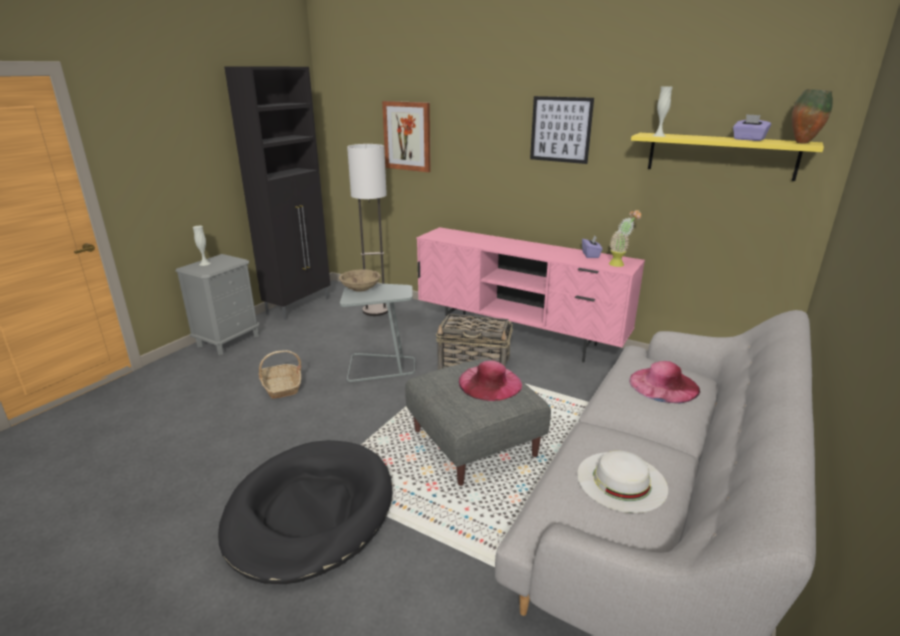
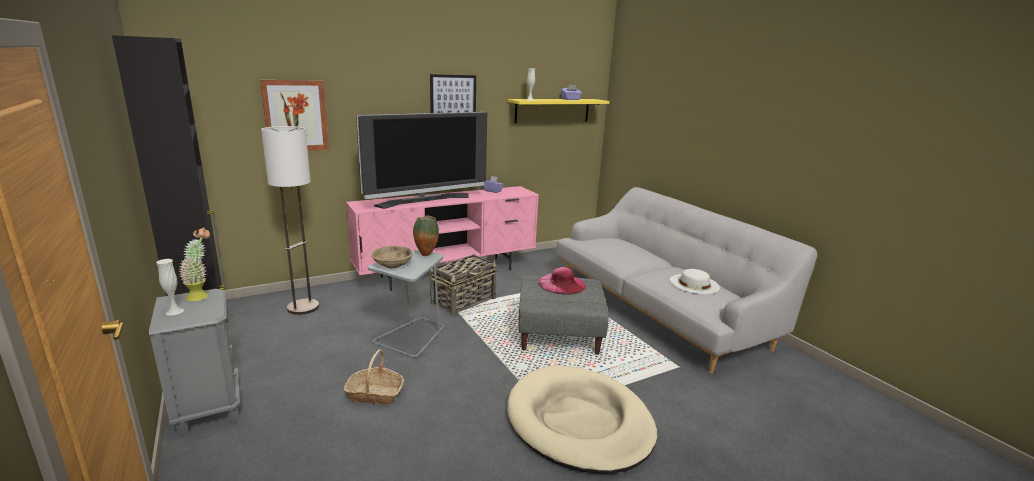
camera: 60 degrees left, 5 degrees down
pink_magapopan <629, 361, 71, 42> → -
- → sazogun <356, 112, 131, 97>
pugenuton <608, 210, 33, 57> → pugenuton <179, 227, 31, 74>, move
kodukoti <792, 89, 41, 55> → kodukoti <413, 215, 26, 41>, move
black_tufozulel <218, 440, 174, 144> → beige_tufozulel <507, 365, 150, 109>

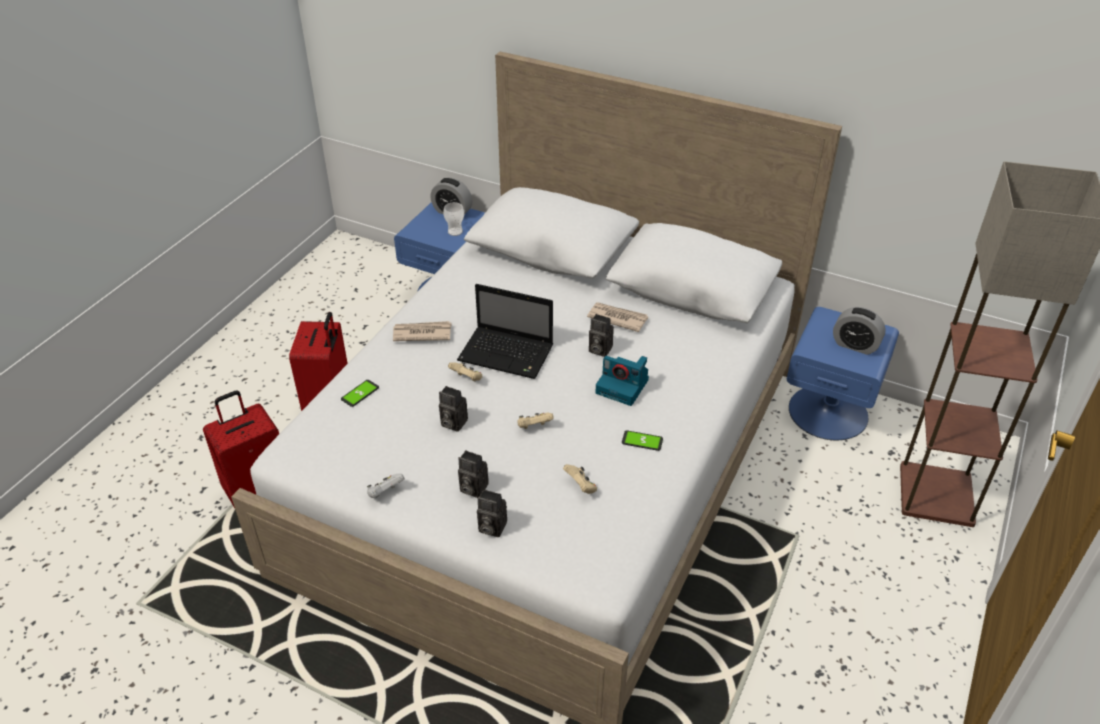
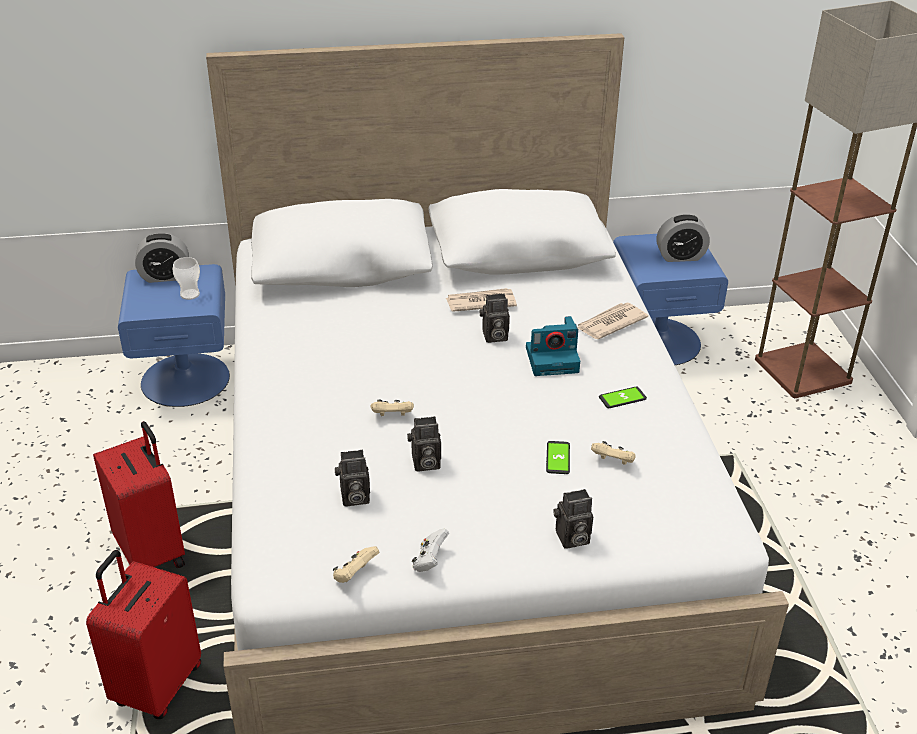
camera: 35 degrees left, 5 degrees down
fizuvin <457, 284, 96, 95> → -
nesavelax <341, 380, 38, 27> → nesavelax <546, 441, 24, 33>, move
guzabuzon <393, 321, 58, 20> → guzabuzon <577, 303, 71, 36>, move
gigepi <458, 450, 31, 48> → gigepi <335, 450, 35, 56>, move
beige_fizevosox <517, 412, 37, 17> → beige_fizevosox <333, 546, 46, 37>, move

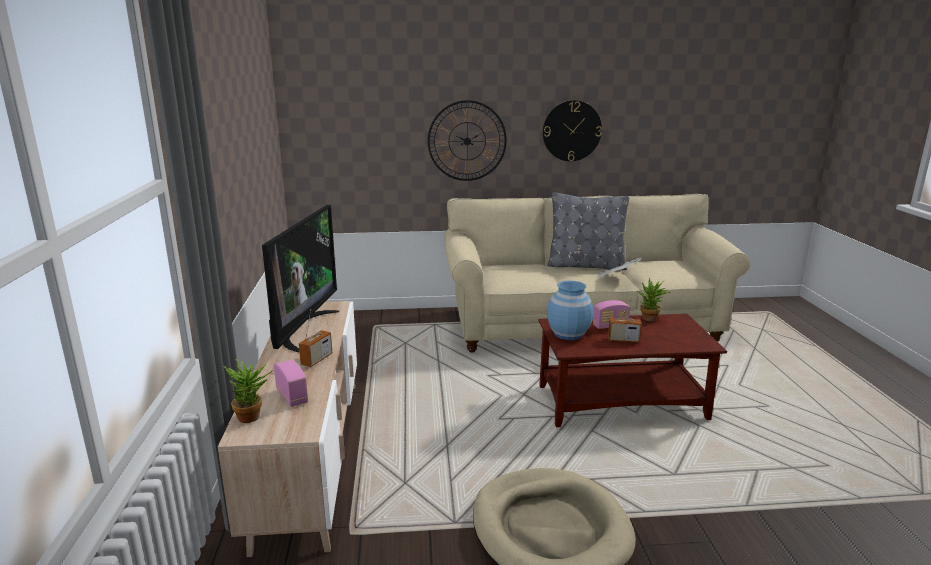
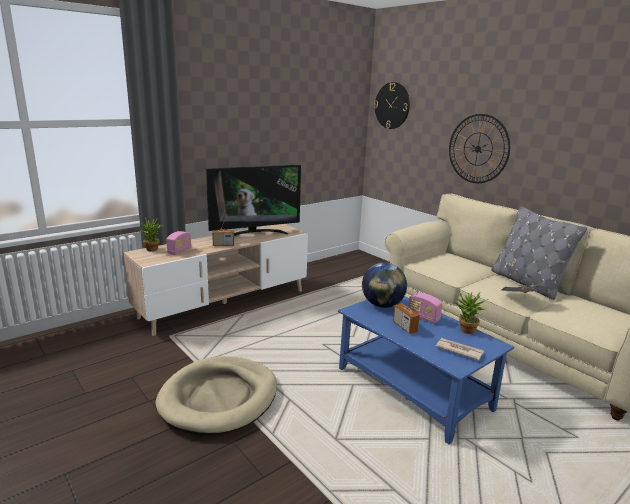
camera: 55 degrees right, 0 degrees up
- → guzabuzon <436, 338, 48, 23>
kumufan <543, 100, 59, 61> → kumufan <374, 82, 36, 47>, move
blue_kodukoti <547, 281, 47, 59> → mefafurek <362, 262, 45, 46>
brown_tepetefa <538, 314, 189, 113> → blue_tepetefa <338, 296, 176, 148>

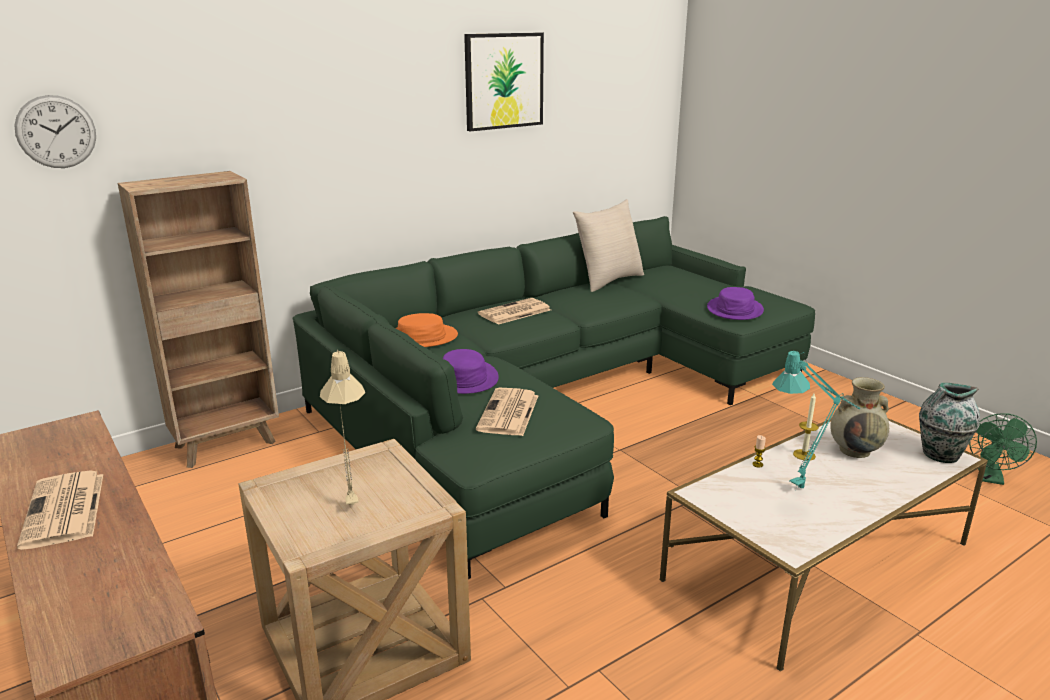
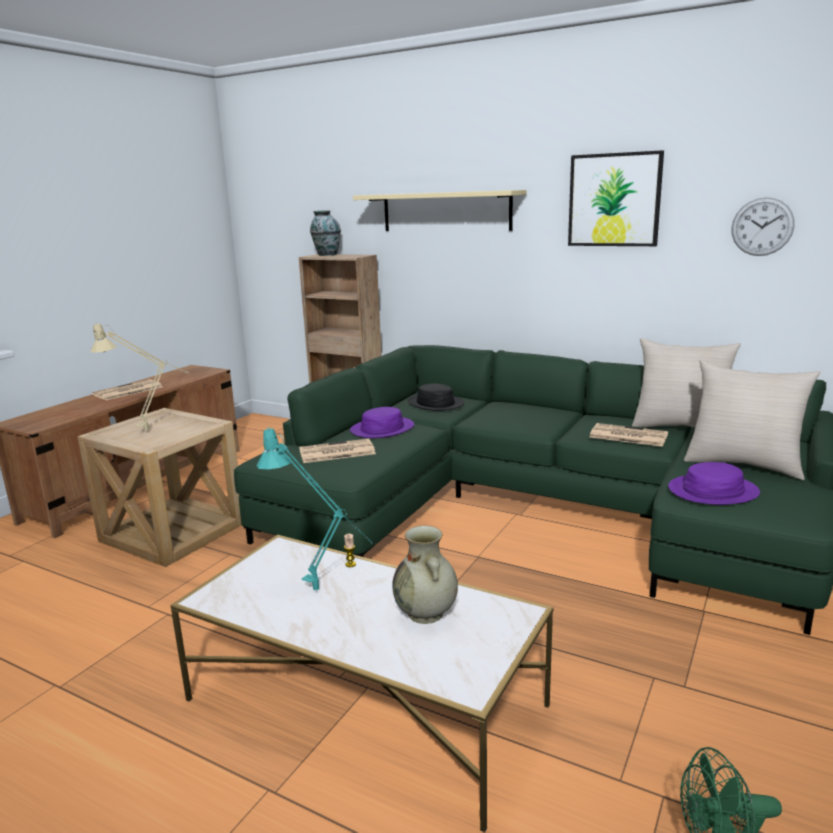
camera: 65 degrees right, 5 degrees down
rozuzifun <793, 393, 26, 68> → -
- → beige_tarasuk <353, 190, 174, 41>
- → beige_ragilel <684, 360, 136, 120>
kumufan <14, 95, 82, 73> → kumufan <731, 197, 64, 59>, move
guzabuzon <478, 298, 73, 27> → guzabuzon <590, 423, 78, 24>, move
kodukoti <919, 382, 61, 81> → kodukoti <310, 210, 31, 46>, move
orange_magapopan <395, 313, 63, 34> → black_magapopan <407, 384, 57, 27>

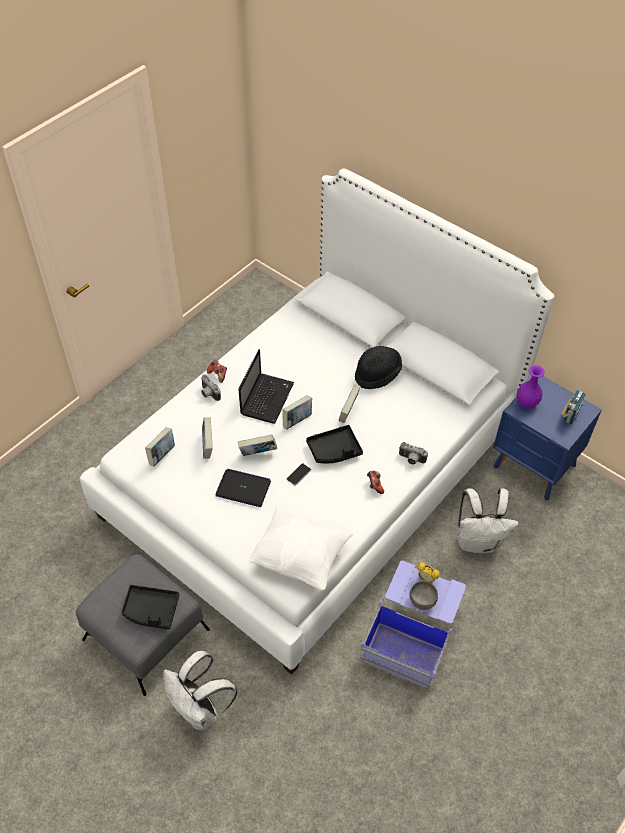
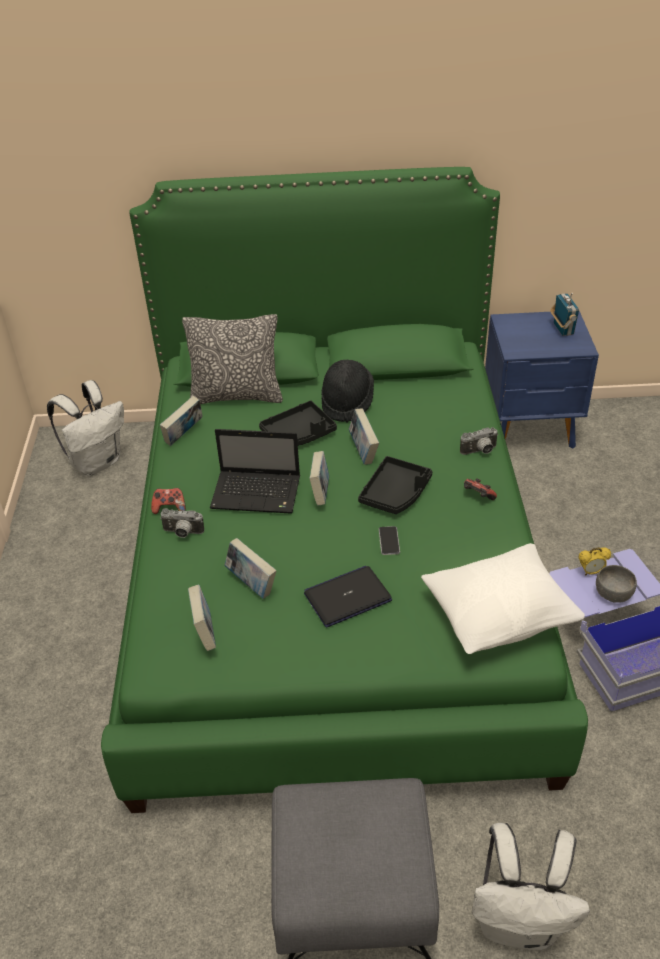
camera: 40 degrees left, 10 degrees down
purple_kodukoti <517, 365, 28, 44> → -
- → ragilel <182, 314, 101, 90>
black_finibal <121, 585, 58, 44> → black_finibal <259, 401, 78, 45>, move
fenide <238, 434, 39, 22> → fenide <160, 396, 42, 50>, move
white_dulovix <457, 488, 62, 65> → white_dulovix <47, 380, 77, 96>, move
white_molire <80, 168, 474, 507> → green_molire <101, 167, 487, 646>
fizuvin <238, 349, 56, 75> → fizuvin <210, 429, 90, 85>, 120 degrees clockwise

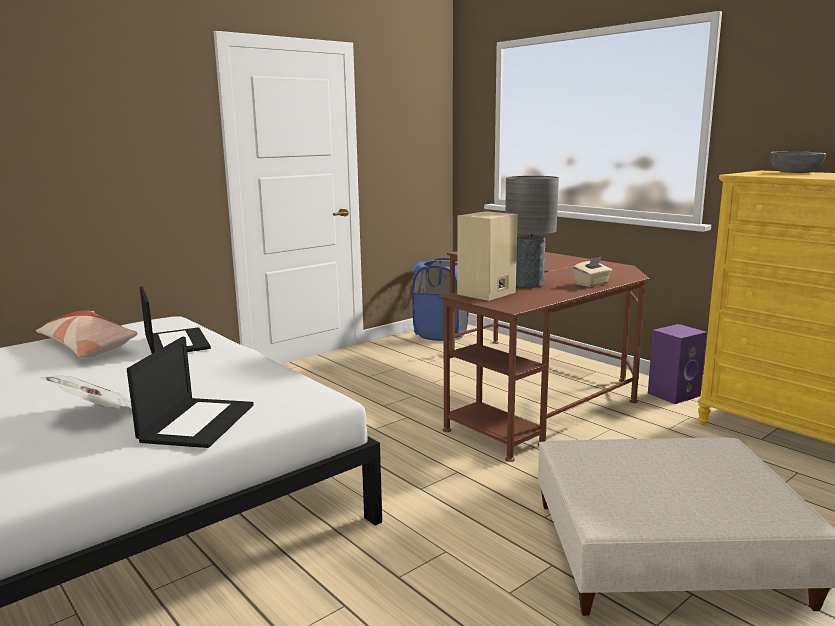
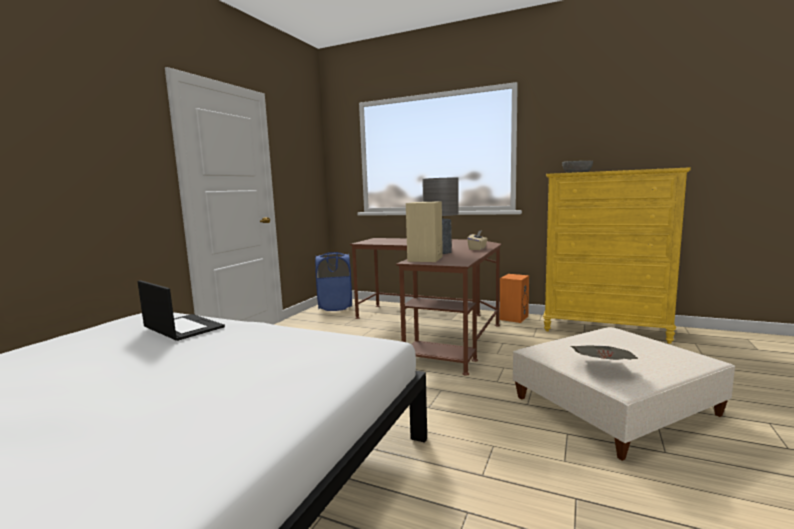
camera: 25 degrees left, 5 degrees down
ragilel <36, 310, 102, 47> → -
fizuvin <127, 337, 127, 111> → -
guzabuzon <41, 376, 91, 33> → guzabuzon <571, 345, 67, 15>, move
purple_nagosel <648, 324, 59, 80> → orange_nagosel <500, 274, 29, 49>

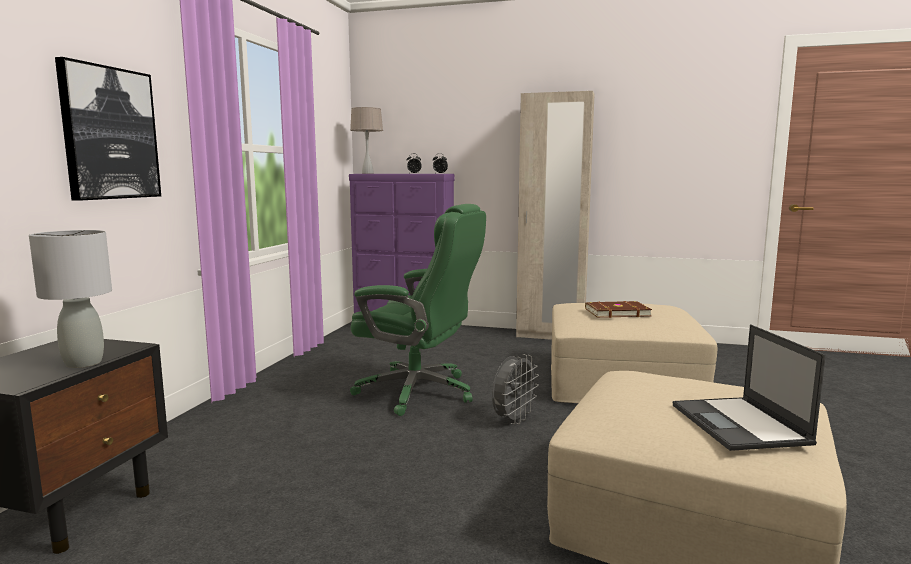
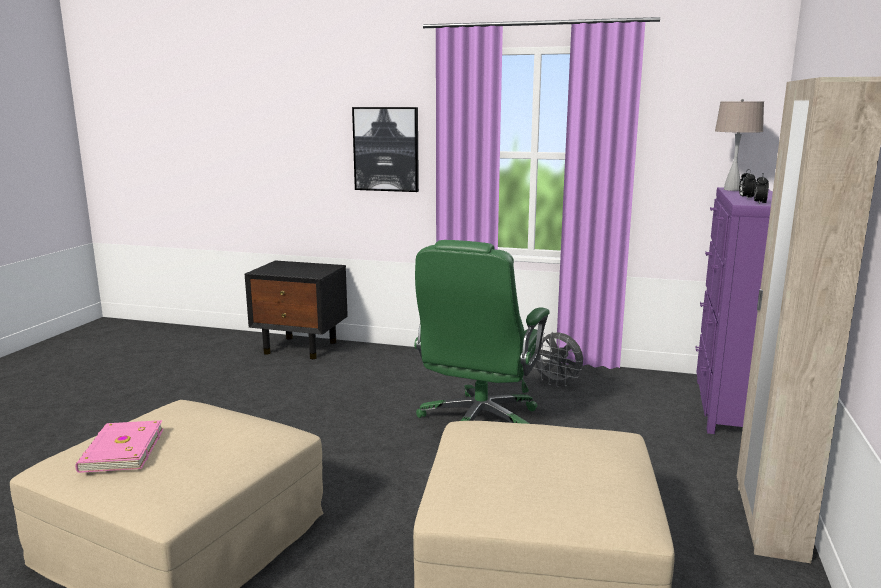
camera: 90 degrees right, 5 degrees up
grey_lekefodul <29, 230, 83, 138> → -
brown_fenide <585, 301, 67, 17> → -
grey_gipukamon <492, 354, 47, 70> → grey_gipukamon <535, 332, 48, 55>, move
fizuvin <673, 324, 153, 127> → pink_fenide <75, 420, 89, 53>

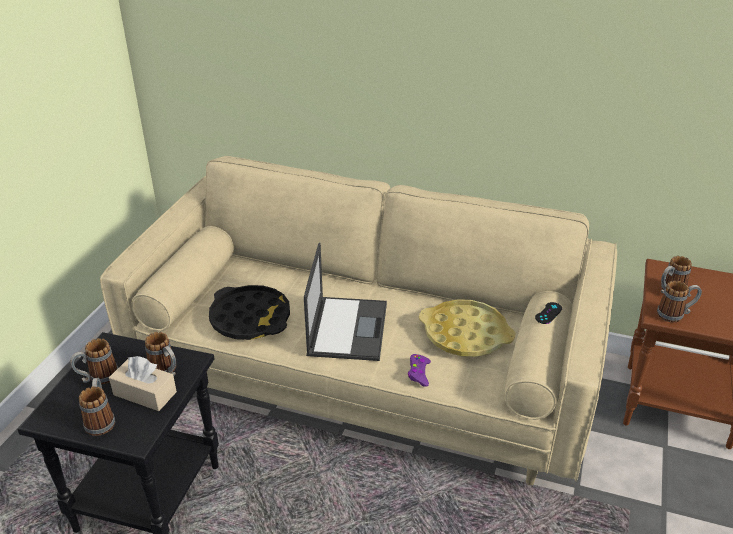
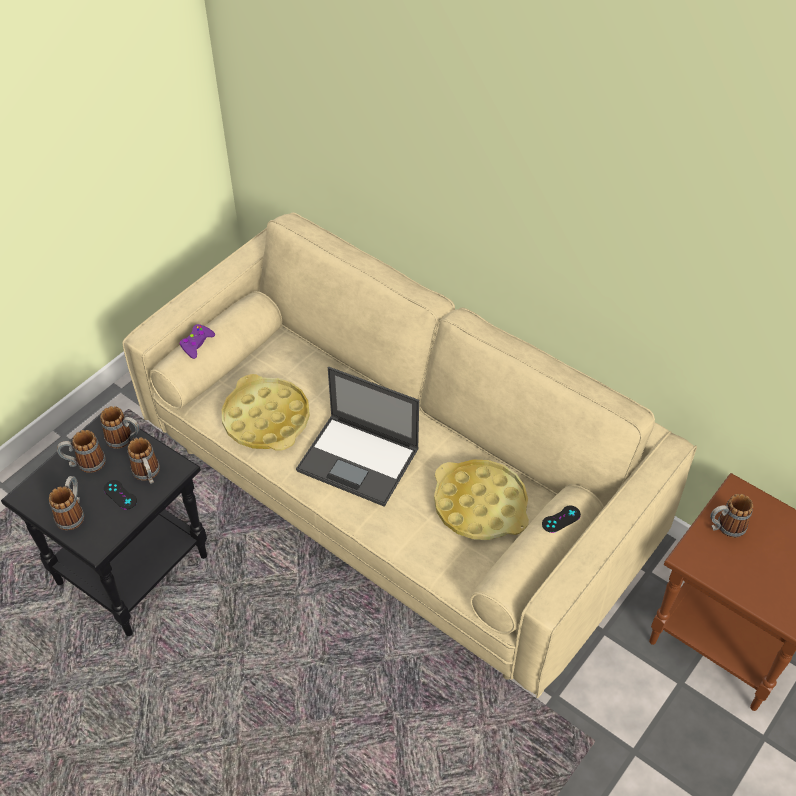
camera: 20 degrees right, 15 degrees up
purple_fizevosox <408, 354, 23, 33> → purple_fizevosox <180, 324, 35, 35>, move
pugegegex <657, 281, 45, 41> → pugegegex <100, 406, 40, 43>, move
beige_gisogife <109, 356, 68, 55> → black_fizevosox <104, 480, 33, 30>
black_finibal <209, 285, 81, 55> → yellow_finibal <222, 374, 88, 77>
fizuvin <304, 243, 83, 118> → fizuvin <296, 367, 123, 140>, 90 degrees clockwise

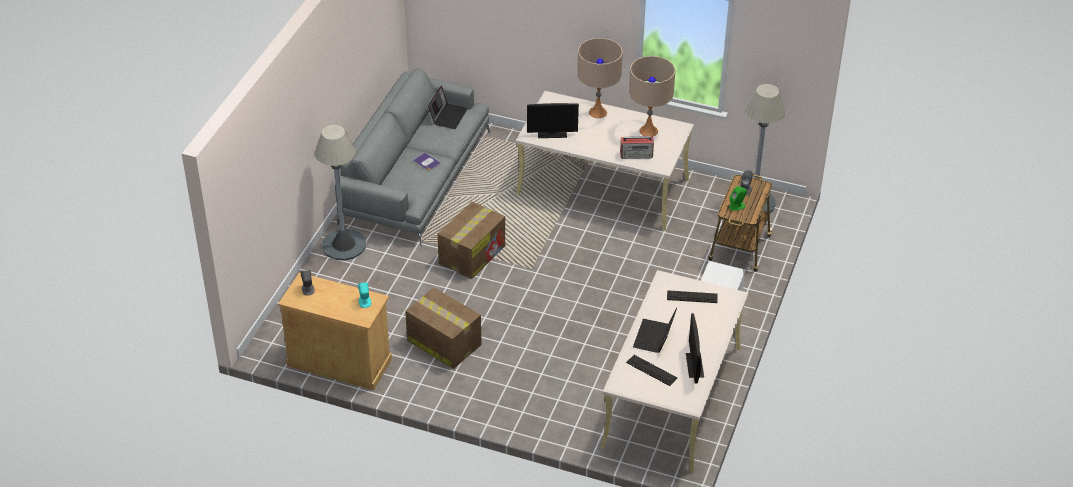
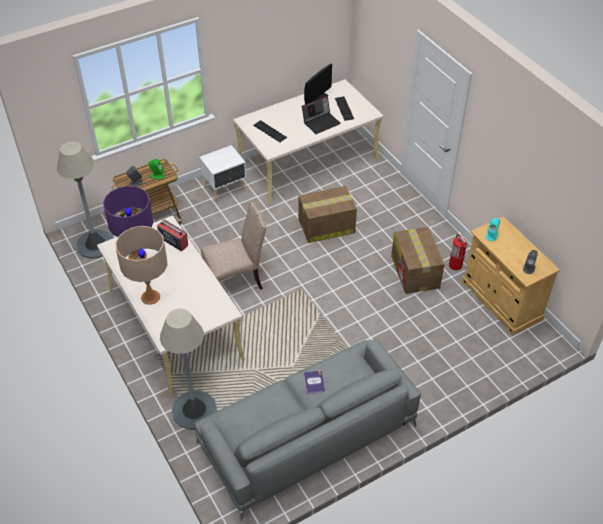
camera: 140 degrees left, 5 degrees up
fizuvin <428, 86, 40, 43> → -
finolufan <527, 103, 52, 35> → -
- → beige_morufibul <201, 202, 65, 88>
- → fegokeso <449, 234, 18, 36>
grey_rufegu <315, 125, 51, 136> → grey_rufegu <160, 308, 57, 122>, move
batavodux <438, 201, 67, 78> → batavodux <299, 186, 58, 57>, move
beige_lekefodul <629, 56, 47, 81> → purple_lekefodul <103, 186, 50, 74>

